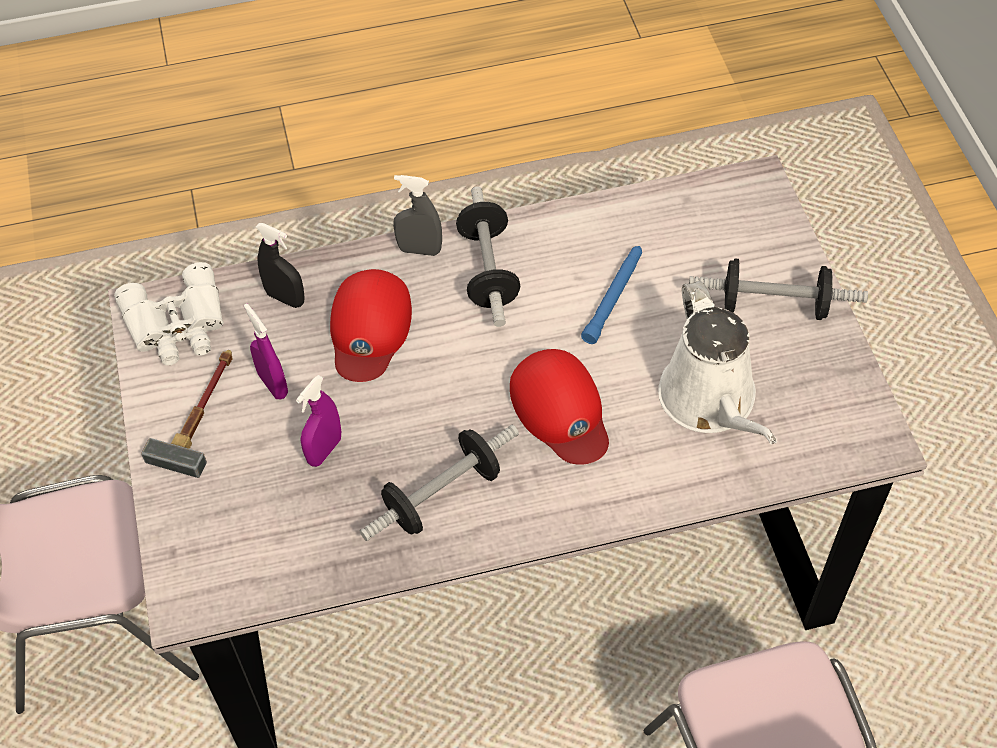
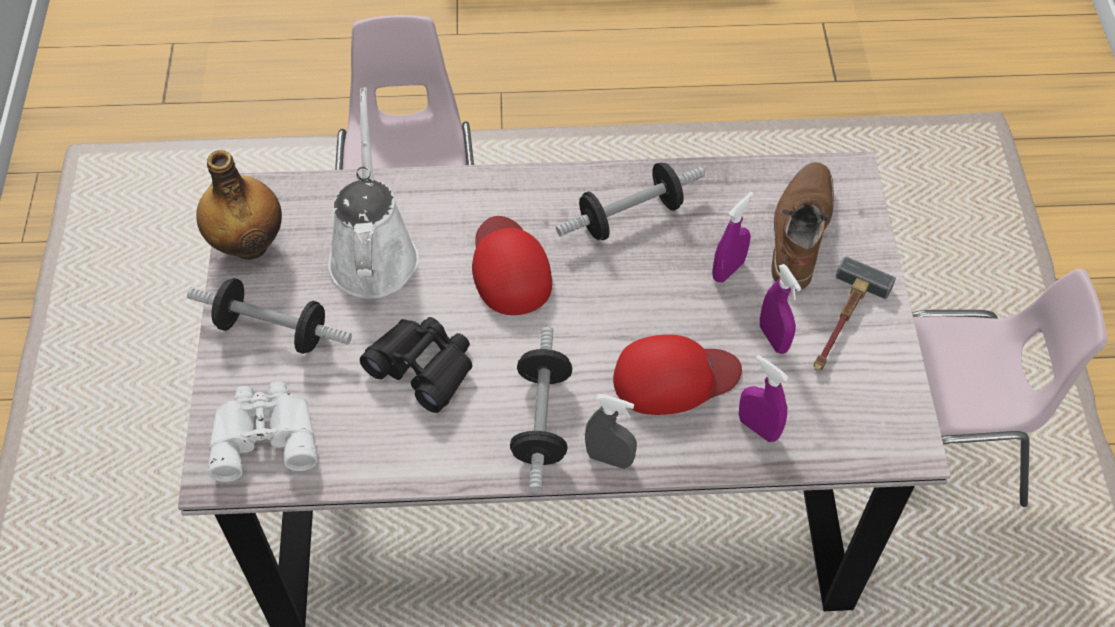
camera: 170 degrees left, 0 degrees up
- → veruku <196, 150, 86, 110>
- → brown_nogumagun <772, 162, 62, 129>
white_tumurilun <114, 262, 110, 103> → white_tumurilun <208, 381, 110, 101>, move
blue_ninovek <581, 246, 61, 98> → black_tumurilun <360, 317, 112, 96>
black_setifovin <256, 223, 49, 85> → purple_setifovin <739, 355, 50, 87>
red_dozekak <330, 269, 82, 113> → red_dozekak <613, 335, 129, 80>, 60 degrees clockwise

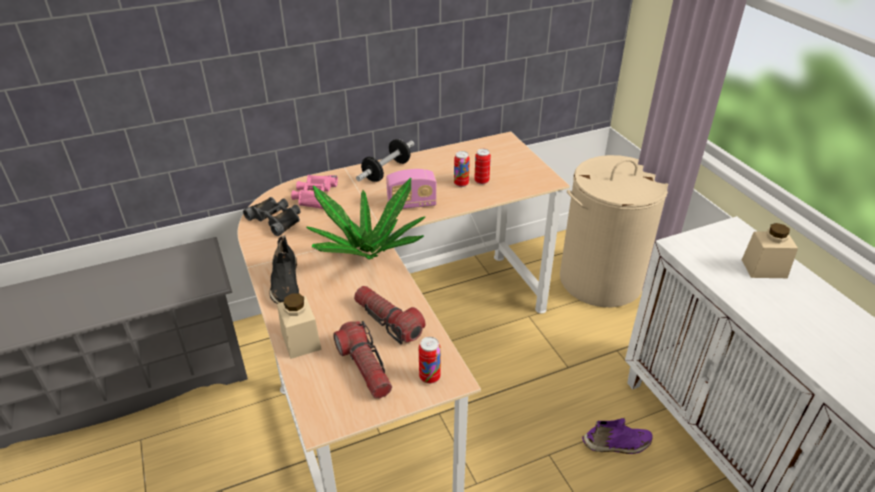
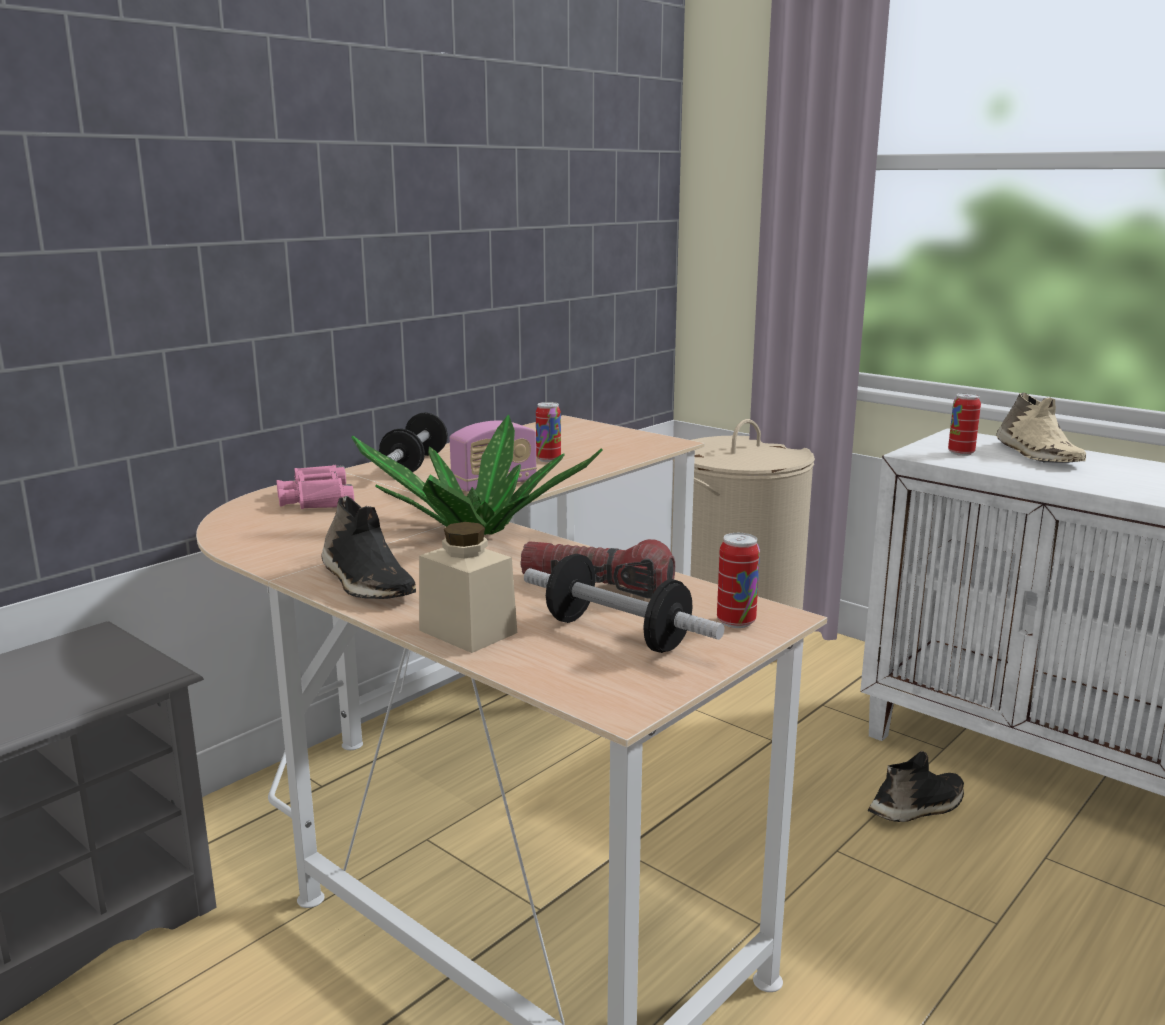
camera: 25 degrees left, 20 degrees down
black_tumurilun <243, 197, 58, 39> → -
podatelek <474, 149, 17, 36> → podatelek <948, 393, 33, 63>, move
ninovek <333, 321, 59, 78> → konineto <524, 554, 201, 99>
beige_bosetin <742, 223, 56, 55> → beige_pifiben <996, 393, 90, 70>
purple_pifiben <582, 418, 71, 36> → black_pifiben <867, 751, 97, 71>

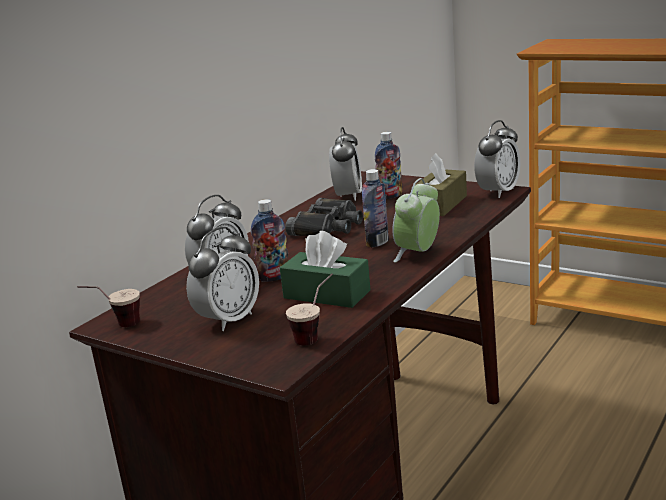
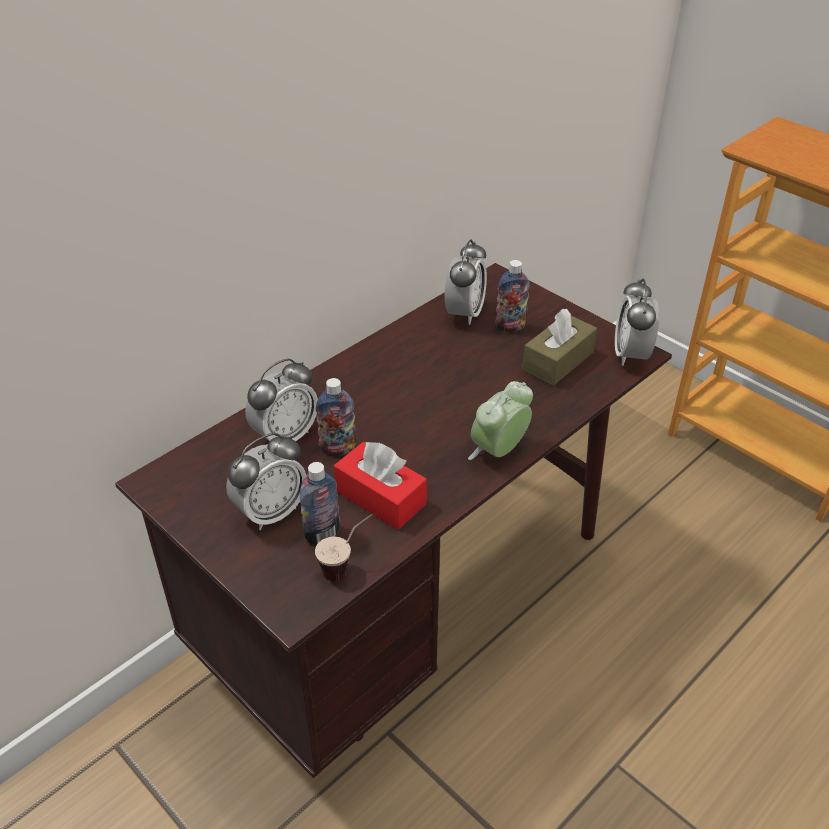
camera: 10 degrees right, 20 degrees up
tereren <77, 286, 63, 41> → -
black_tumurilun <285, 198, 78, 38> → -
veruku <362, 169, 27, 79> → veruku <300, 462, 40, 83>, move
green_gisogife <280, 231, 90, 77> → red_gisogife <334, 441, 93, 88>
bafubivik <474, 120, 46, 78> → bafubivik <615, 279, 44, 87>, 135 degrees clockwise

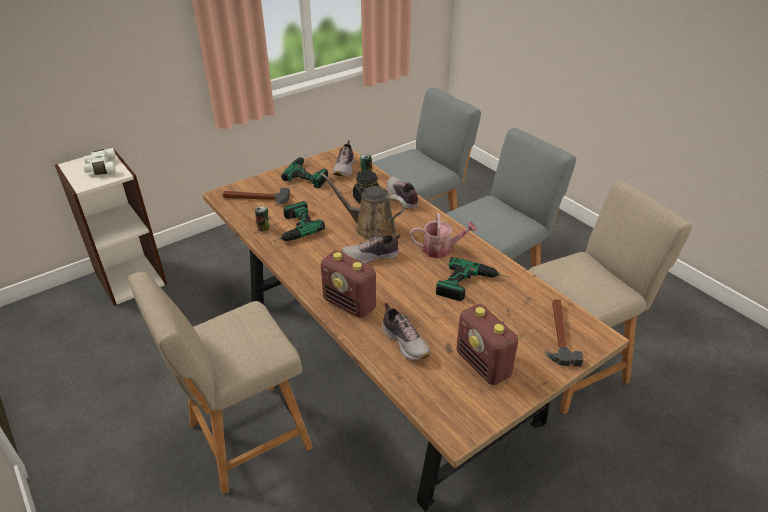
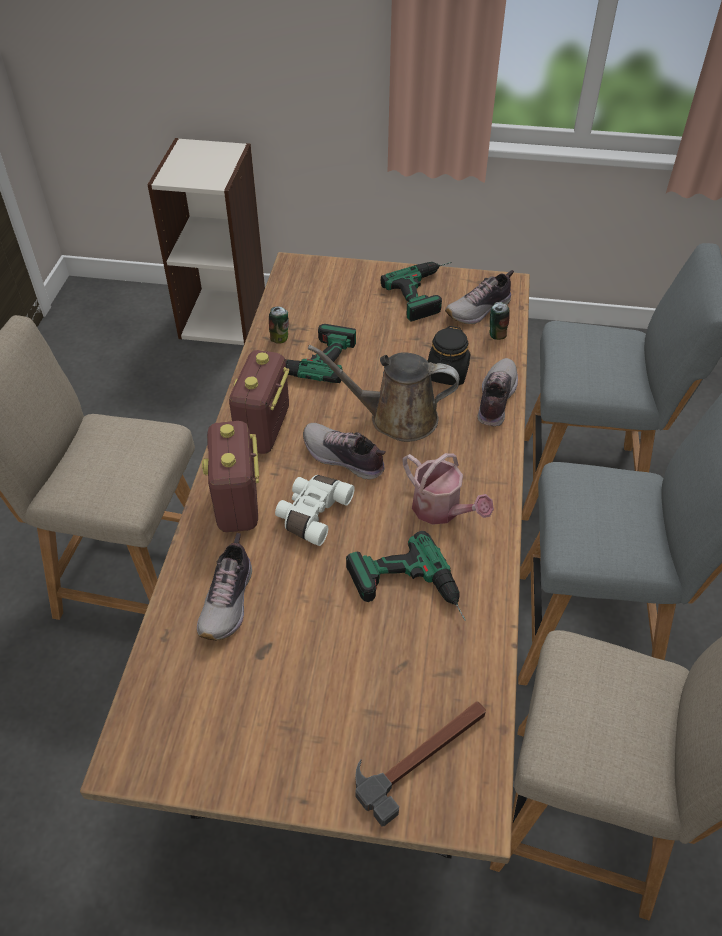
camera: 45 degrees right, 10 degrees up
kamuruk <223, 188, 67, 18> → -
white_tumurilun <83, 148, 33, 27> → white_tumurilun <275, 475, 80, 71>, move
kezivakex <456, 304, 64, 81> → kezivakex <229, 350, 60, 104>, move
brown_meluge <320, 173, 86, 67> → brown_meluge <308, 345, 151, 97>, 60 degrees counterclockwise

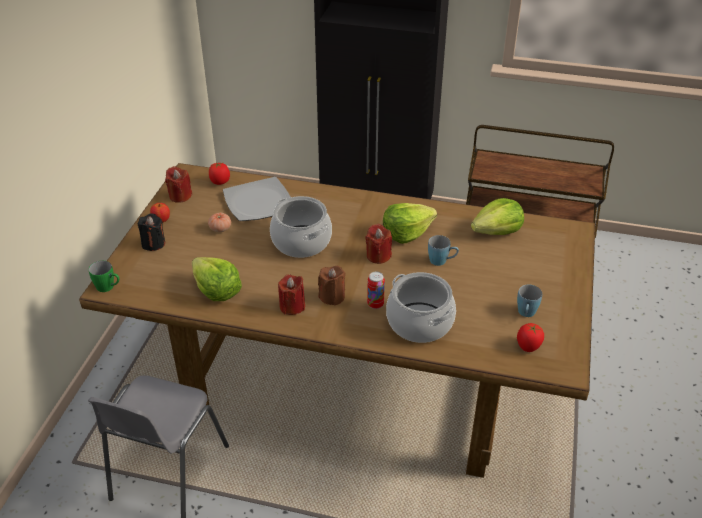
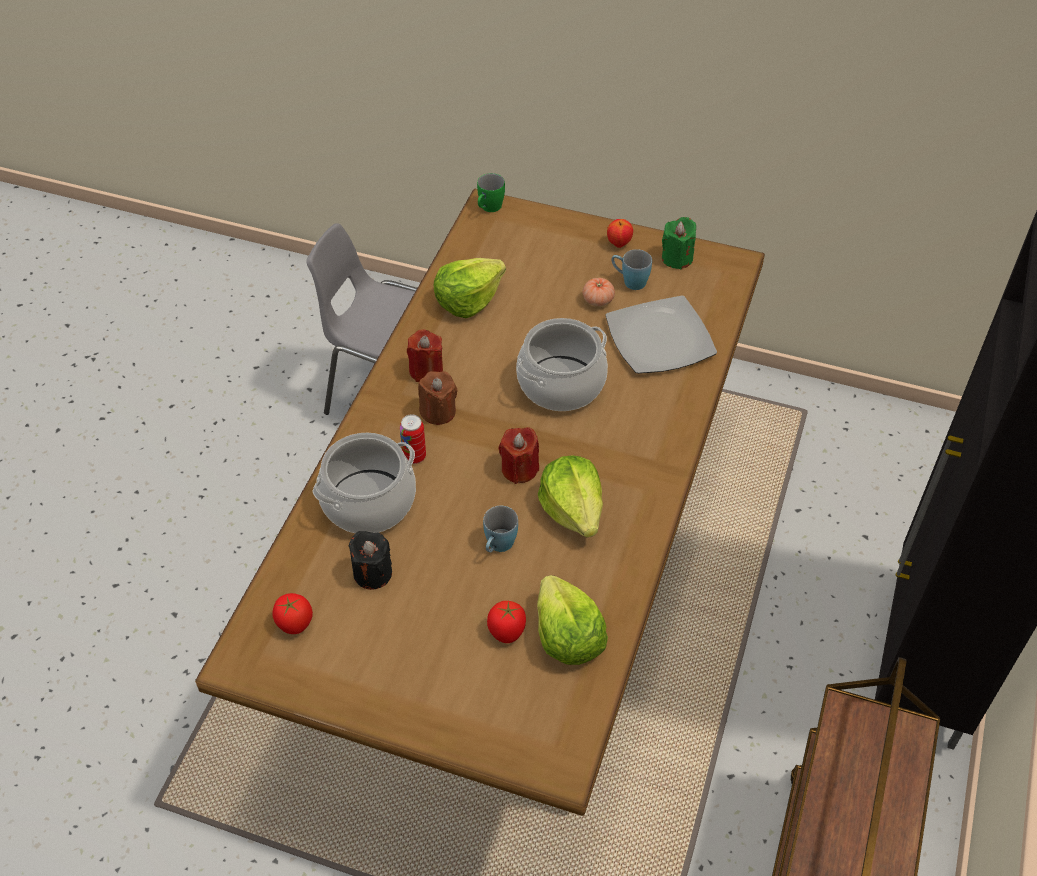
camera: 95 degrees right, 10 degrees up
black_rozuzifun <137, 213, 28, 38> → black_rozuzifun <348, 531, 44, 59>, move
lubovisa <209, 162, 21, 23> → lubovisa <487, 601, 39, 42>, move
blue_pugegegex <517, 284, 25, 33> → blue_pugegegex <611, 249, 41, 41>, move
red_rozuzifun <165, 166, 27, 37> → green_rozuzifun <662, 217, 34, 53>

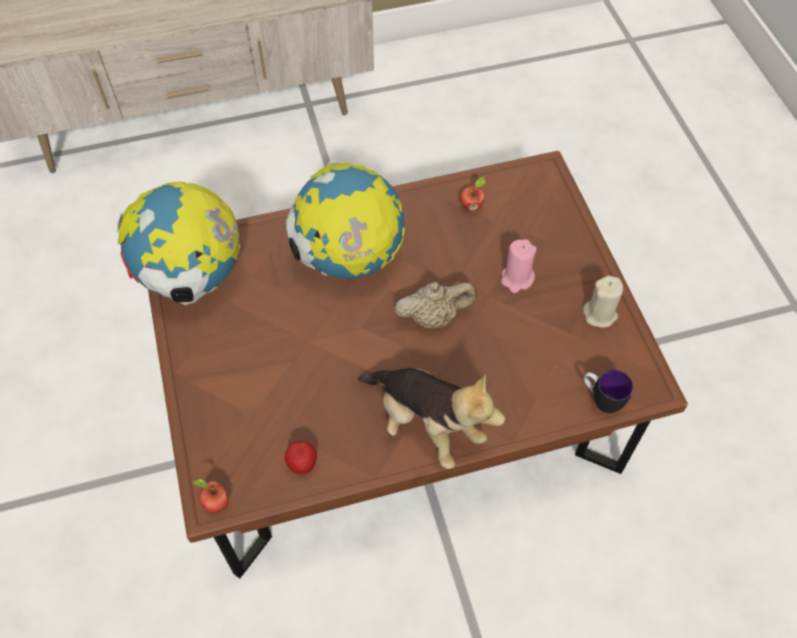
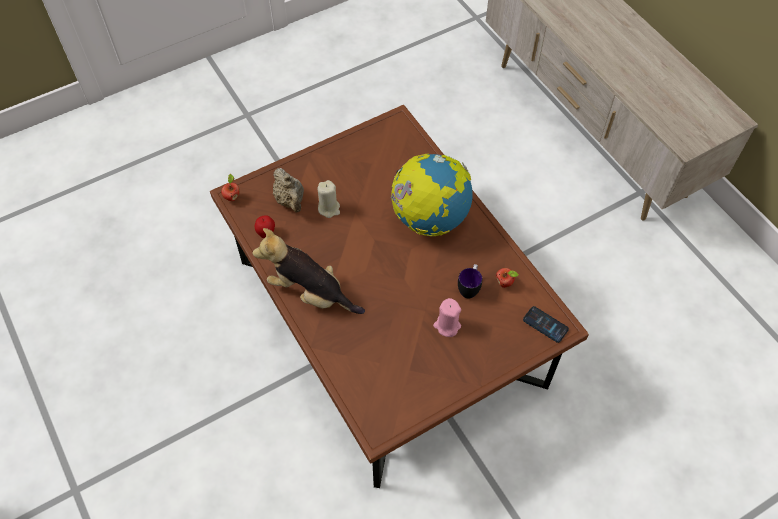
camera: 75 degrees right, 0 degrees up
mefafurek <116, 182, 124, 123> → -
- → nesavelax <523, 306, 46, 37>
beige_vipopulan <395, 282, 82, 46> → beige_vipopulan <273, 168, 31, 45>, move
beige_rozuzifun <583, 276, 40, 52> → beige_rozuzifun <317, 180, 23, 38>, move
pugegegex <584, 370, 49, 43> → pugegegex <458, 264, 24, 35>, move
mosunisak <358, 368, 147, 101> → mosunisak <252, 228, 113, 86>, 90 degrees clockwise

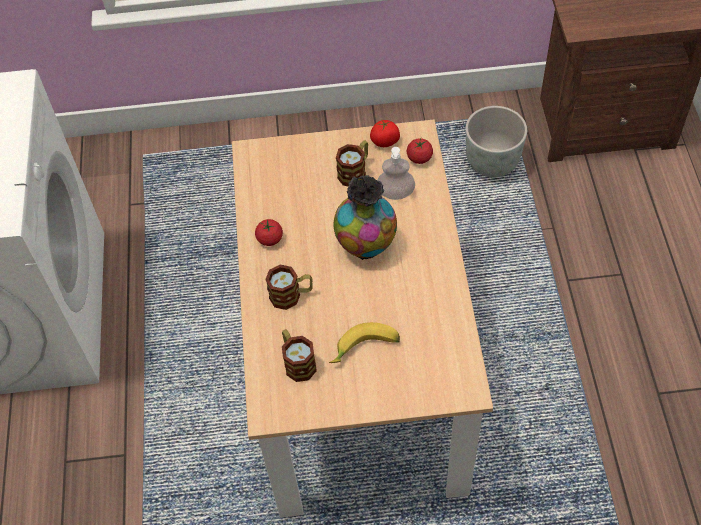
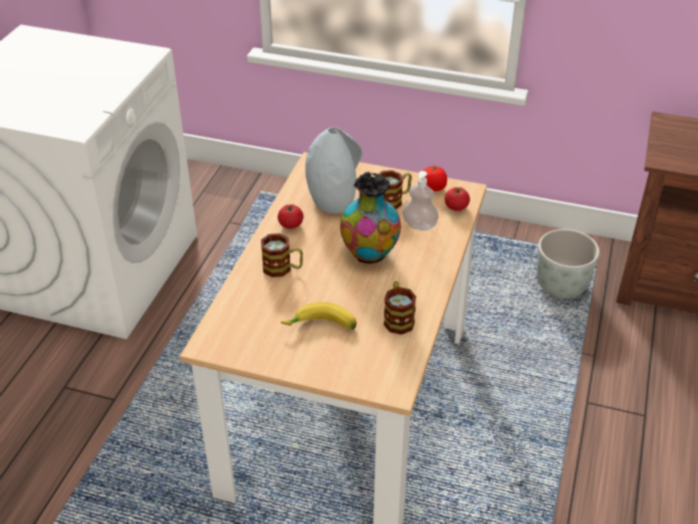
camera: 20 degrees right, 15 degrees down
- → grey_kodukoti <305, 127, 57, 87>
pugegegex <282, 329, 35, 53> → pugegegex <384, 281, 32, 54>, move

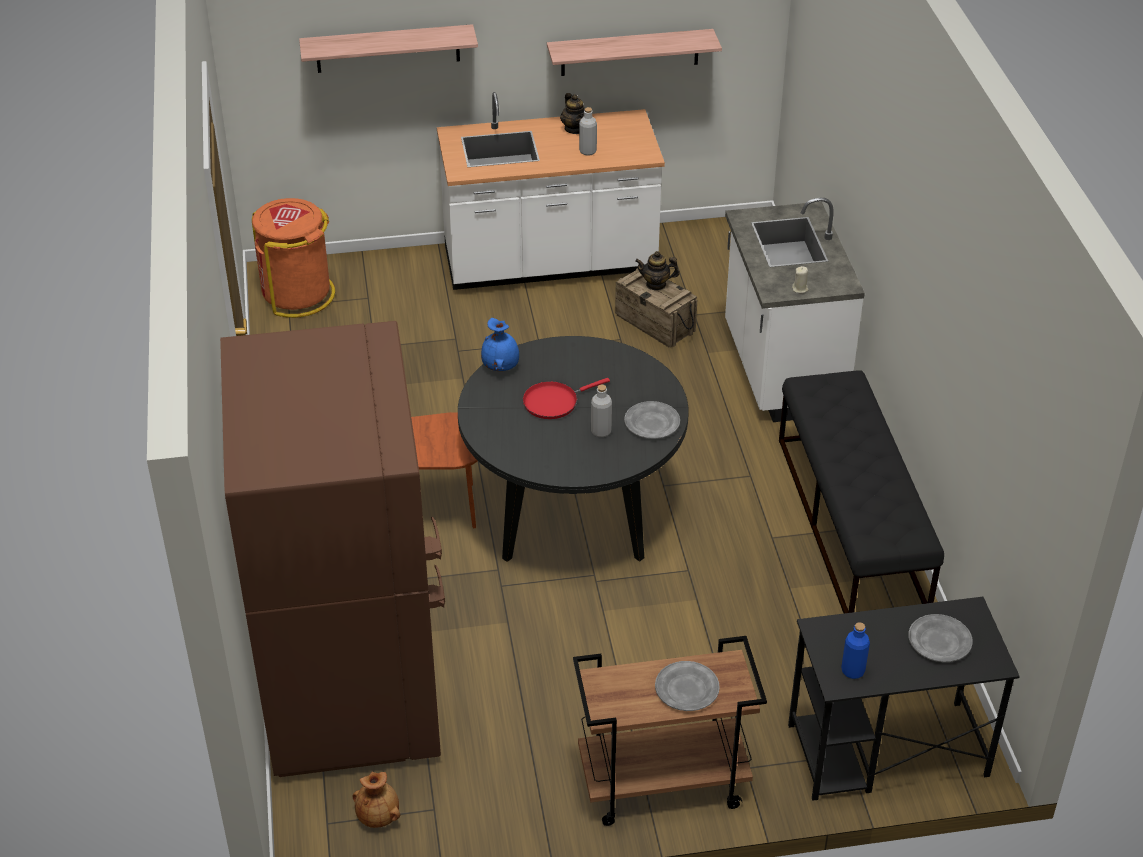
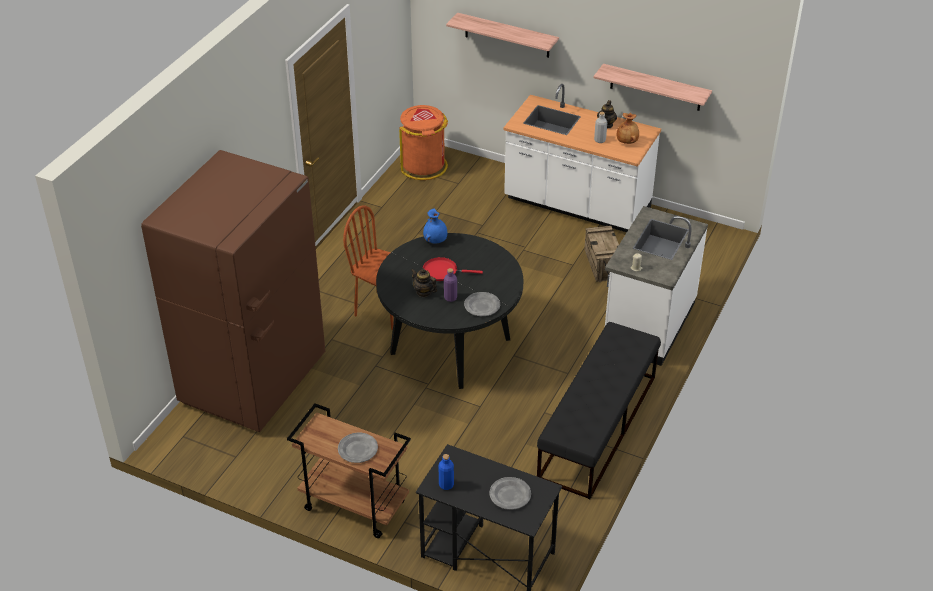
camera: 35 degrees right, 0 degrees up
brown_kodukoti <352, 772, 48, 56> → brown_kodukoti <617, 113, 22, 31>, move
vipopulan <635, 251, 44, 40> → vipopulan <411, 268, 26, 29>, move
grey_veruku <591, 385, 21, 52> → purple_veruku <444, 268, 13, 34>

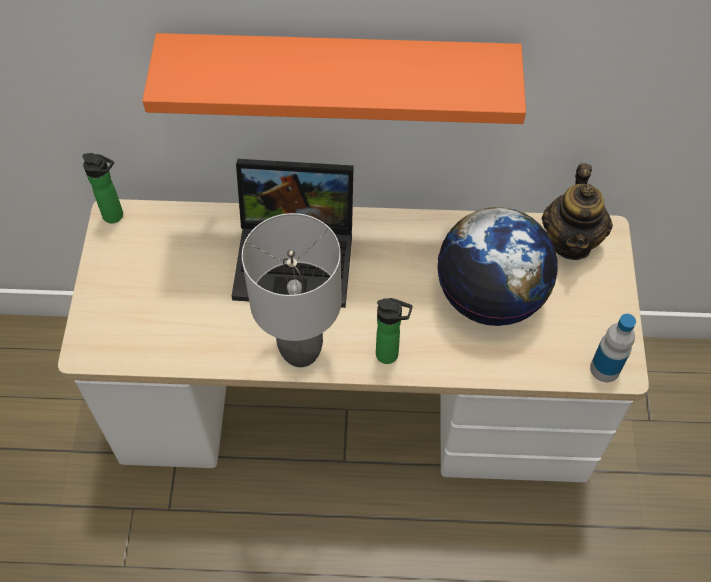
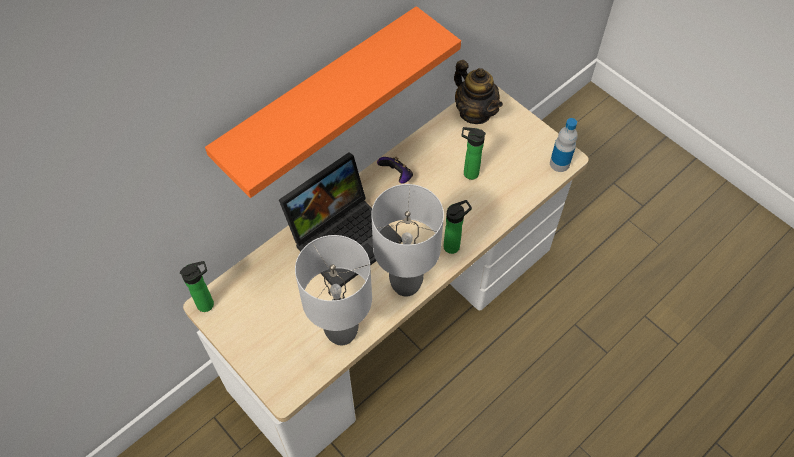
camera: 45 degrees left, 0 degrees up
- → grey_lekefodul <295, 235, 77, 111>
- → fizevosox <377, 157, 36, 27>
mefafurek <437, 207, 121, 119> → veruku <462, 127, 24, 53>

